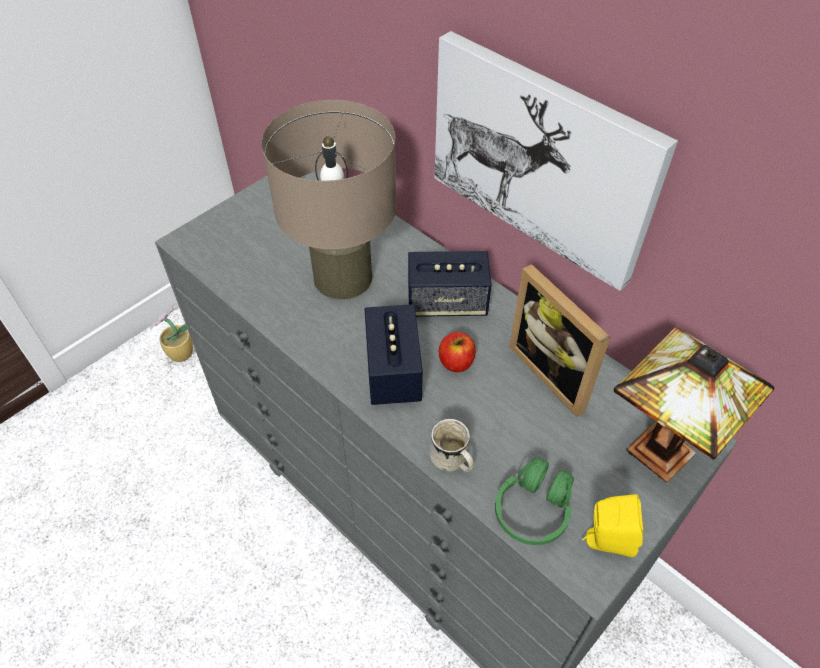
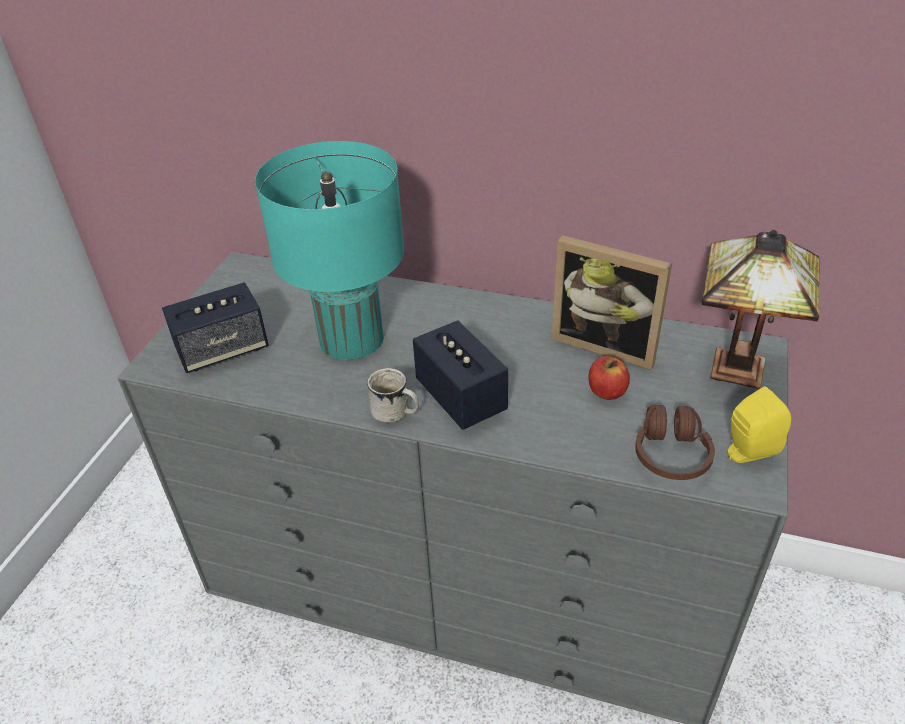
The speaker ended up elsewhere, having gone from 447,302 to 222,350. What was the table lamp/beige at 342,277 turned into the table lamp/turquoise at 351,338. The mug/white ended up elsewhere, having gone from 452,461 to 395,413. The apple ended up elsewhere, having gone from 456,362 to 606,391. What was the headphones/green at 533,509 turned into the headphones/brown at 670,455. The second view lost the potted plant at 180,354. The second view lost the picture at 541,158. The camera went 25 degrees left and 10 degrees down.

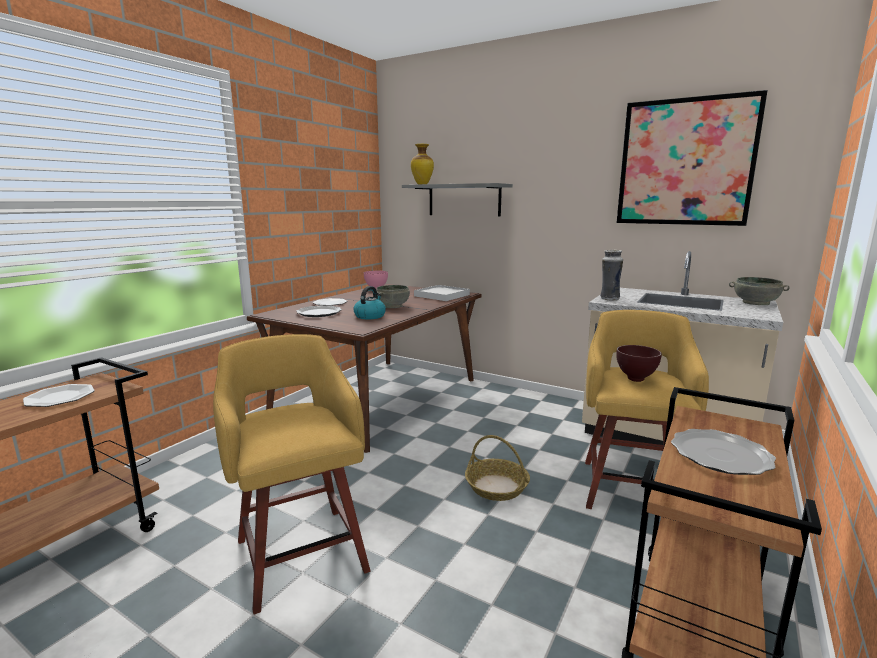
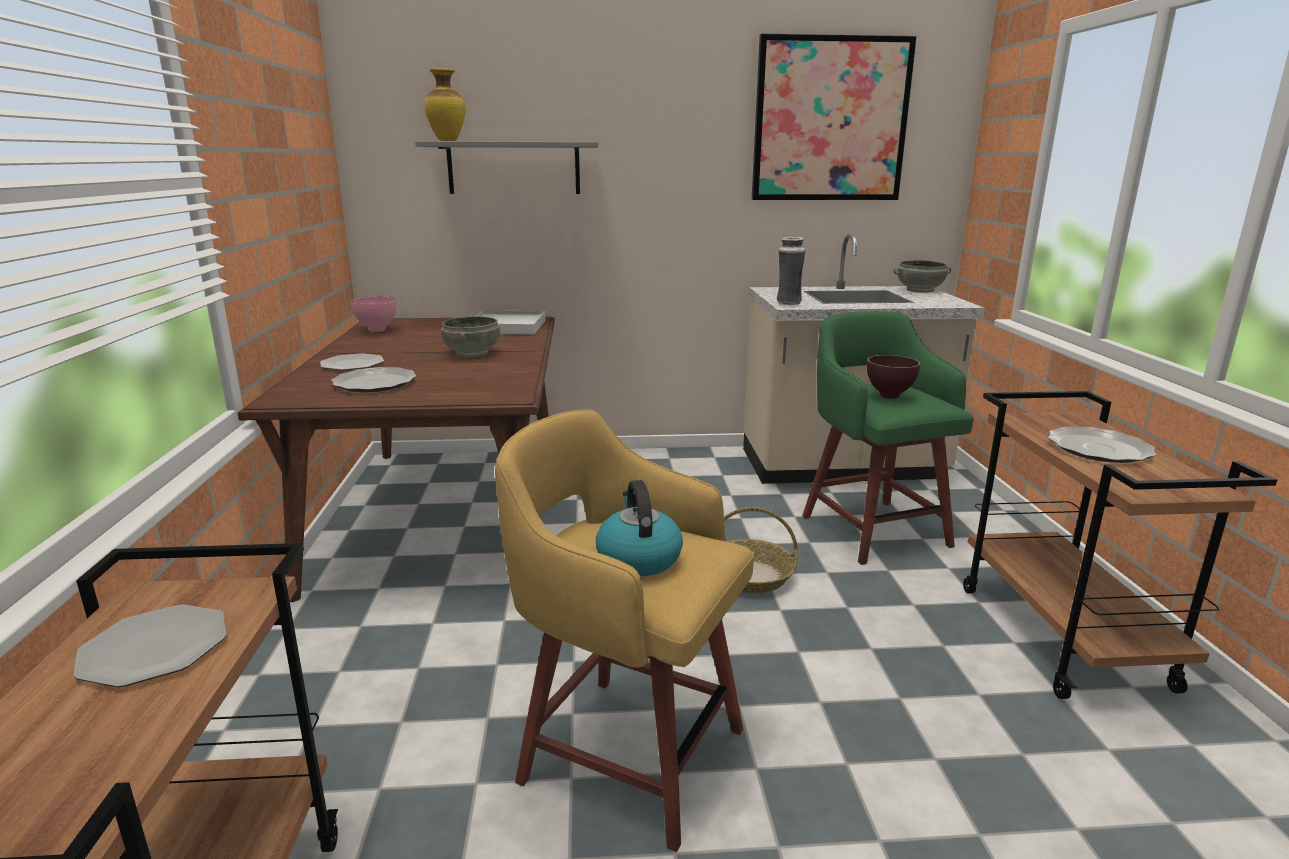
The kettle ended up elsewhere, having gone from 370,316 to 638,558. What was the stool/yellow at 631,487 turned into the stool/green at 872,528. The camera went 35 degrees left and 5 degrees up.

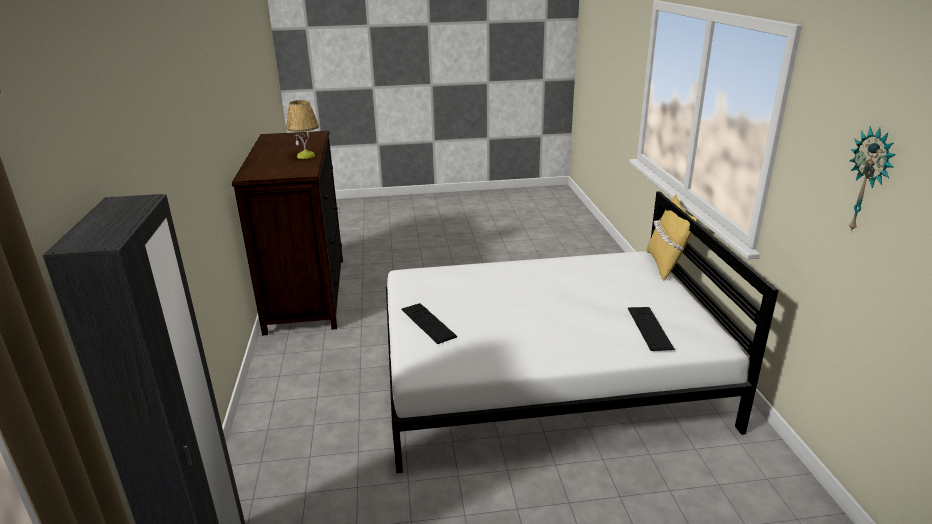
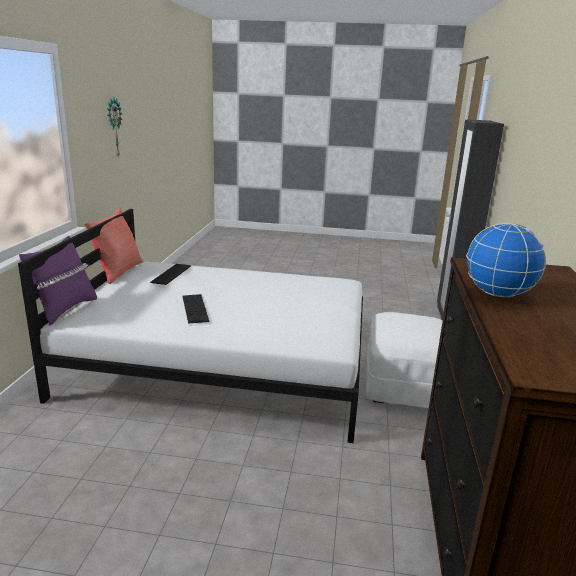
What was the pillow/yellow at 665,265 turned into the pillow/purple at 65,310. The second view gained the pillow/red at 118,271. The keyboard ended up elsewhere, having gone from 428,323 to 195,308. The second view gained the ottoman/white at 404,383. Where the table lamp stood at 306,156, the globe came to stand at 498,294. The camera went 165 degrees left and 5 degrees down.

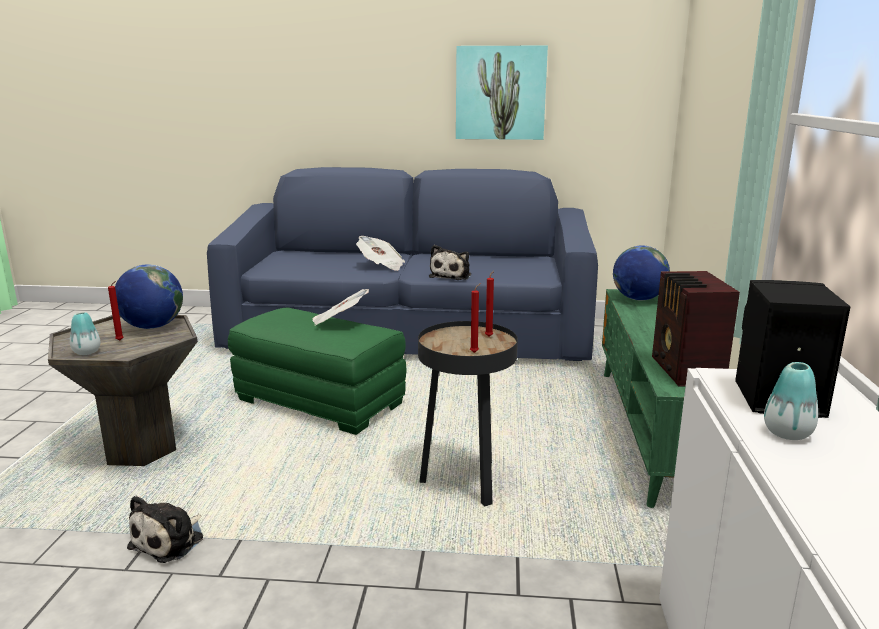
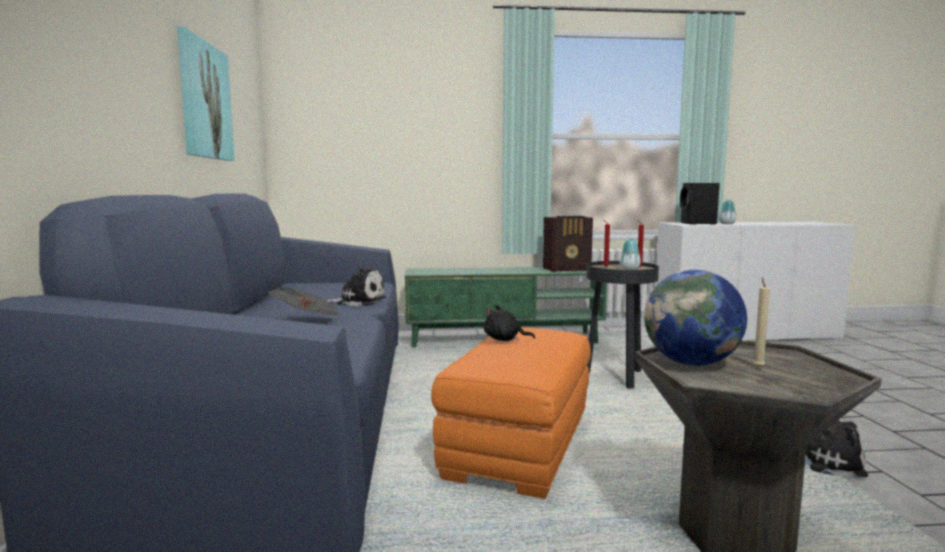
What was the ottoman/green at 321,402 turned into the ottoman/orange at 518,444. Where the newspaper stood at 339,322, the plush toy/black came to stand at 504,340. The vase ended up elsewhere, having gone from 87,352 to 629,269. What was the candle/red at 120,340 turned into the candle/beige at 758,367. The second view lost the globe at 638,299. The camera went 100 degrees left and 10 degrees down.

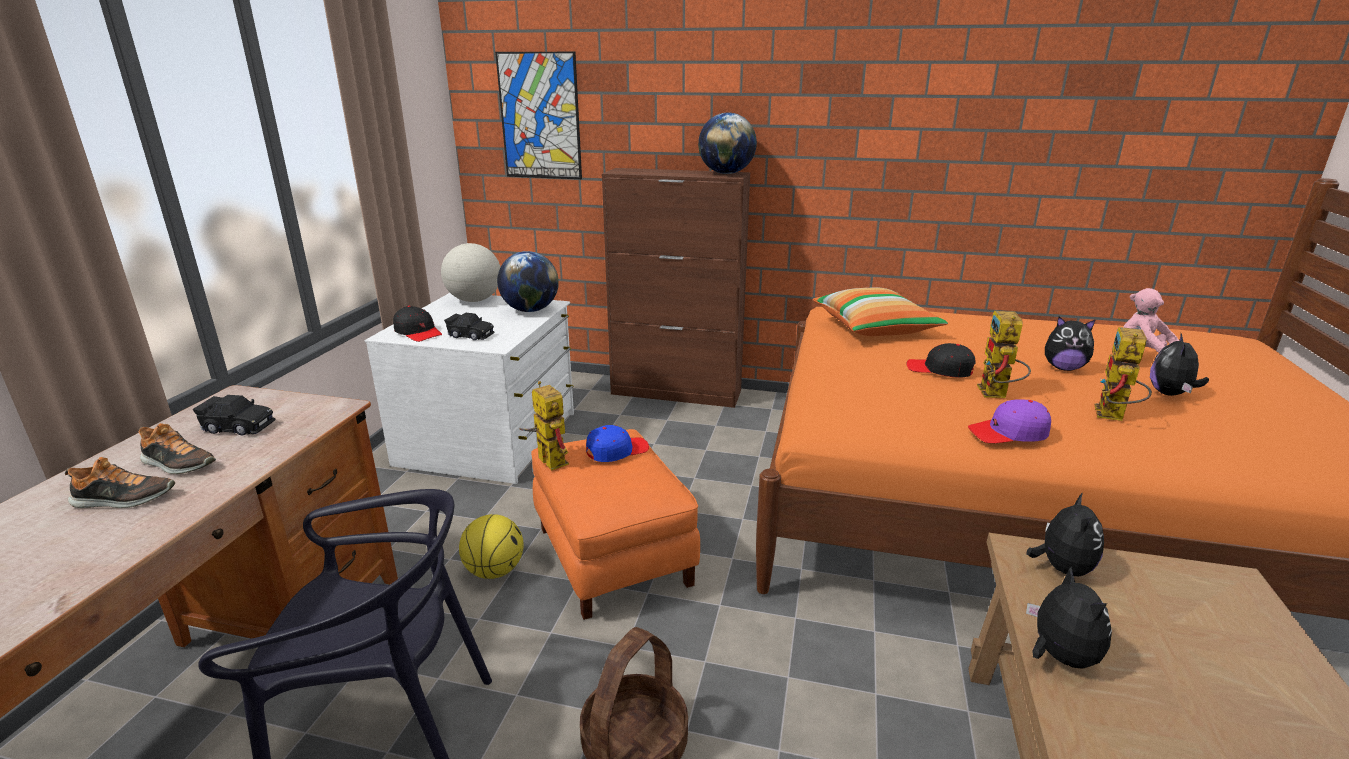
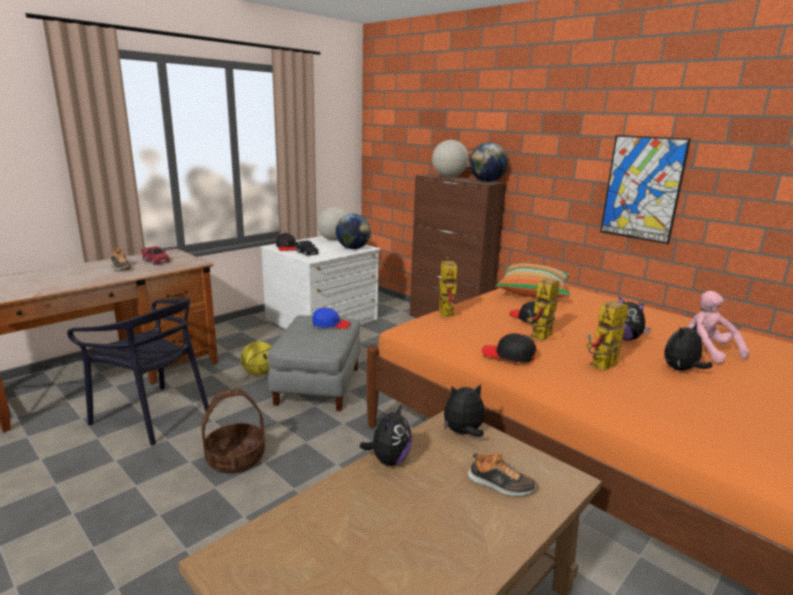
What was the toy car/black at 238,427 turned into the toy car/red at 156,261. What was the ottoman/orange at 612,556 turned into the ottoman/grey at 317,385. The toy robot ended up elsewhere, having gone from 547,459 to 443,311. The second view gained the globe at 449,177. The plush toy at 1061,568 ended up facing another way, 150 degrees counterclockwise from before. The shoe ended up elsewhere, having gone from 123,499 to 500,485. What was the cap/purple at 1008,433 turned into the cap/black at 508,355. The picture ended up elsewhere, having gone from 540,116 to 642,188. The camera went 30 degrees right and 5 degrees down.

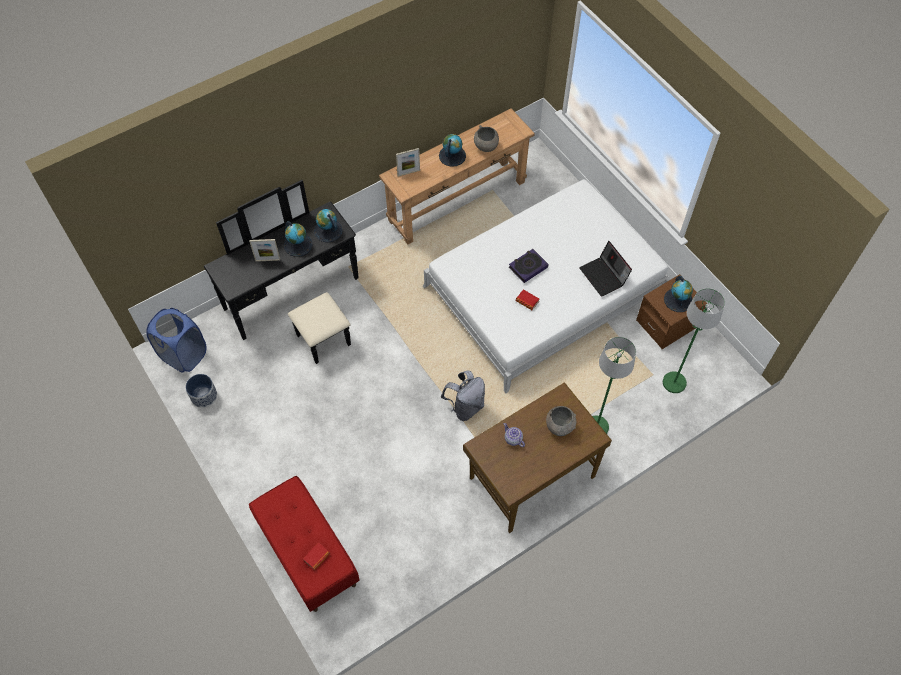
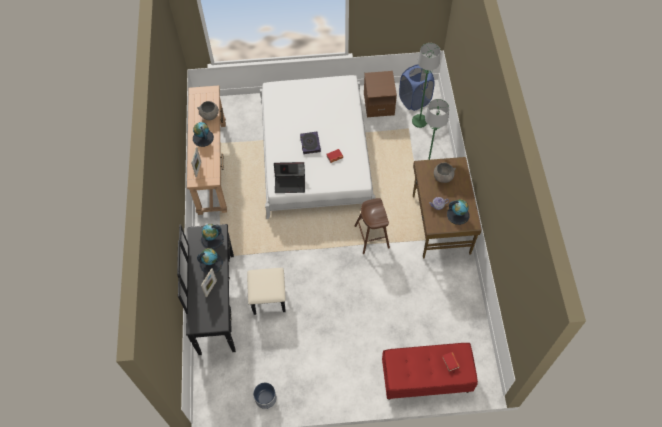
The laptop ended up elsewhere, having gone from 604,276 to 290,182. Where the backpack/grey stood at 465,406, the stool/brown came to stand at 372,237. The laundry basket/blue ended up elsewhere, having gone from 184,355 to 414,100. The globe ended up elsewhere, having gone from 678,300 to 458,214. The camera went 60 degrees left and 0 degrees up.

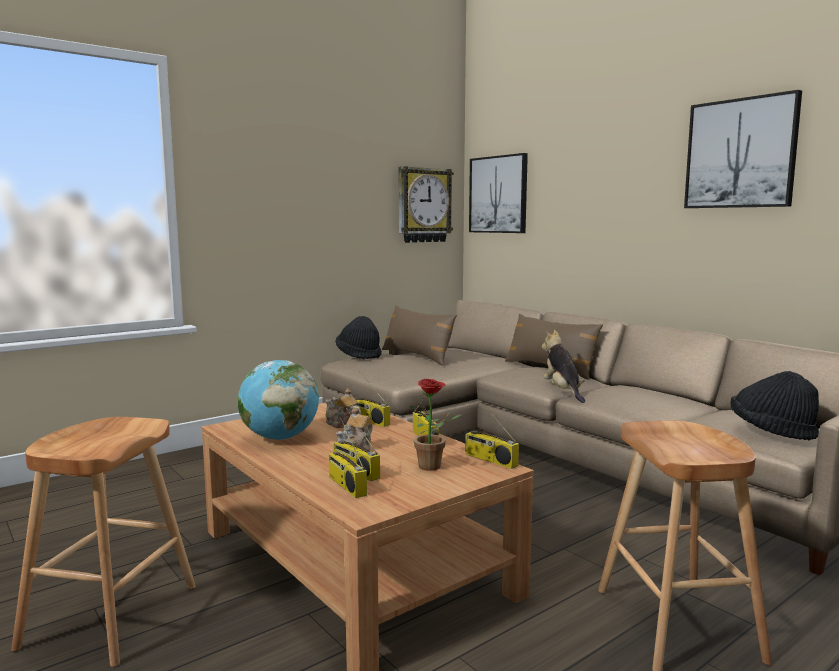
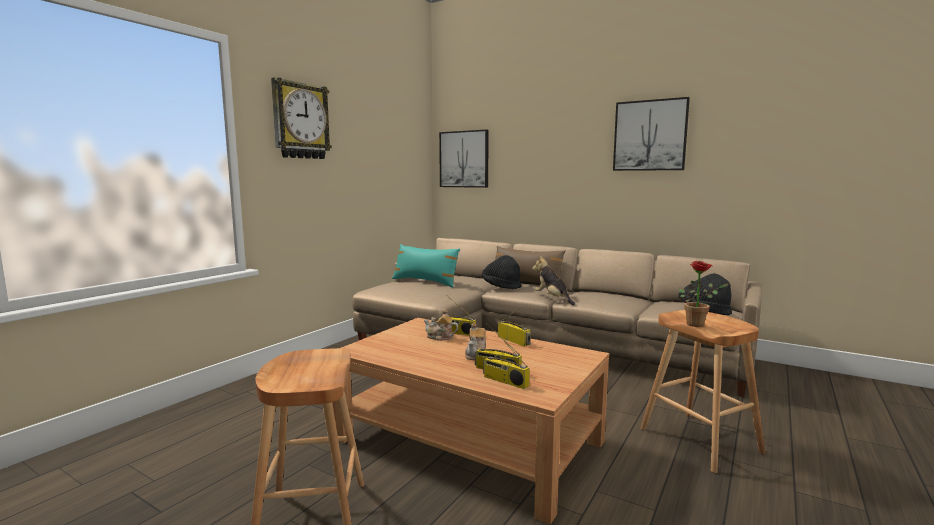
The wall clock ended up elsewhere, having gone from 423,205 to 300,121. What was the pillow/brown at 417,356 turned into the pillow/turquoise at 425,282. The hat/black ended up elsewhere, having gone from 359,355 to 501,286. The potted plant ended up elsewhere, having gone from 434,467 to 698,324. The second view lost the globe at 280,438. The second view lost the radio at 489,460. The camera went 20 degrees left and 0 degrees up.

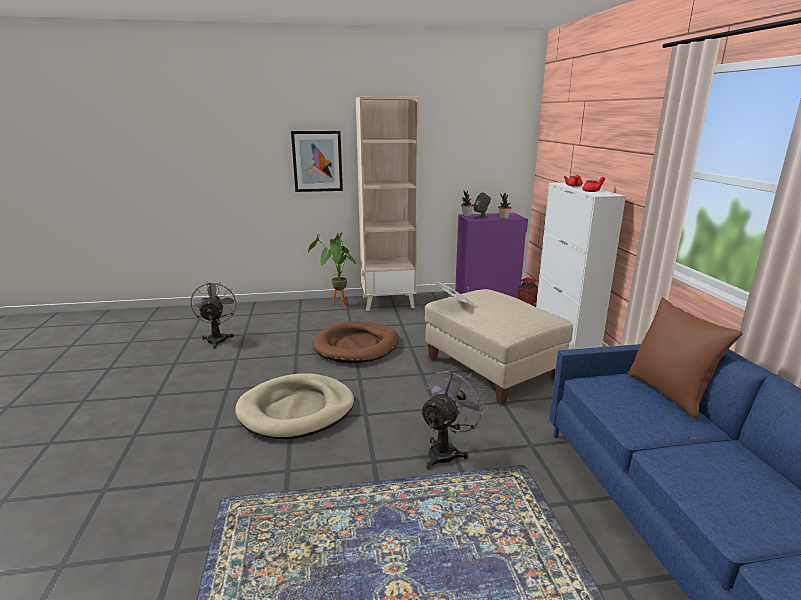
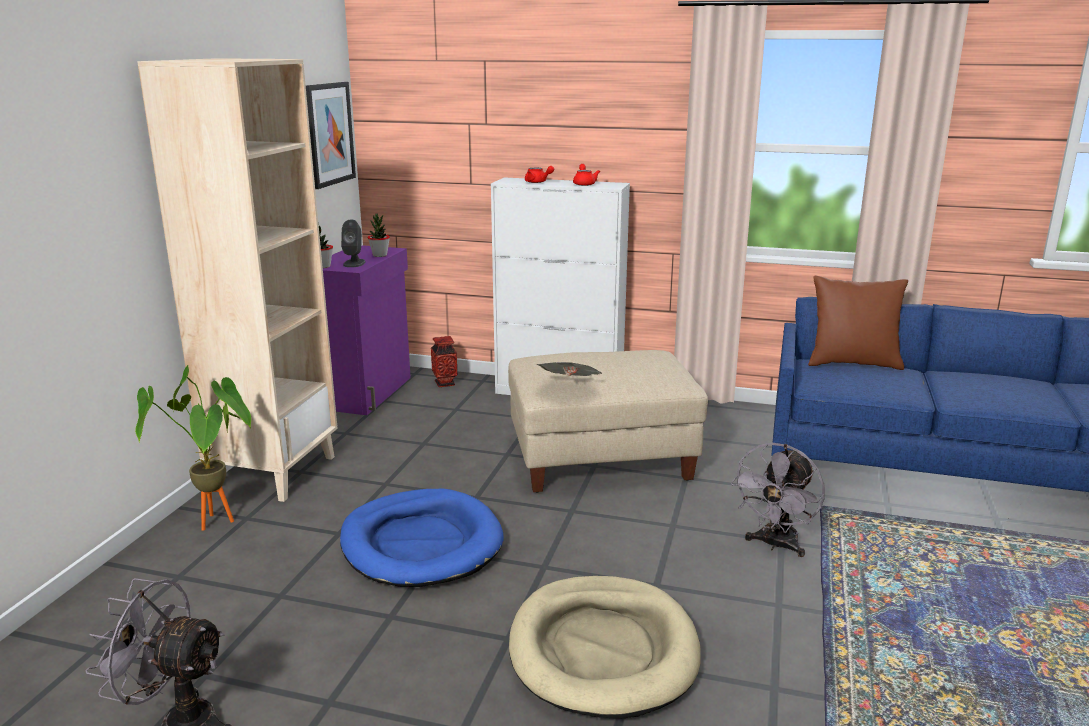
The picture ended up elsewhere, having gone from 317,161 to 329,134. What was the dog bed/brown at 356,345 turned into the dog bed/blue at 421,543. The fan/grey at 446,451 ended up facing another way, 120 degrees counterclockwise from before. The camera went 65 degrees left and 0 degrees up.

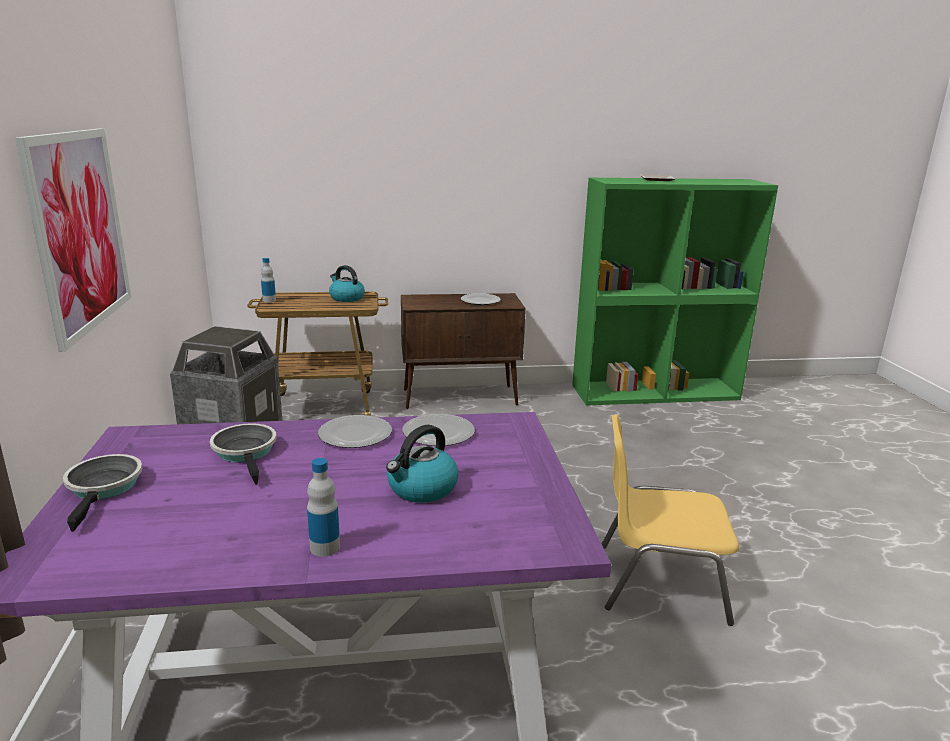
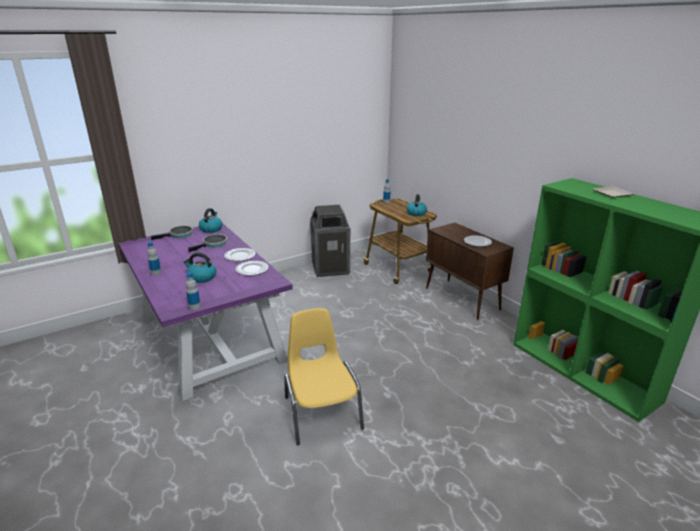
The second view gained the bottle at 194,306. The second view gained the kettle at 211,229. The second view lost the picture at 80,231. The camera went 65 degrees right and 5 degrees up.

